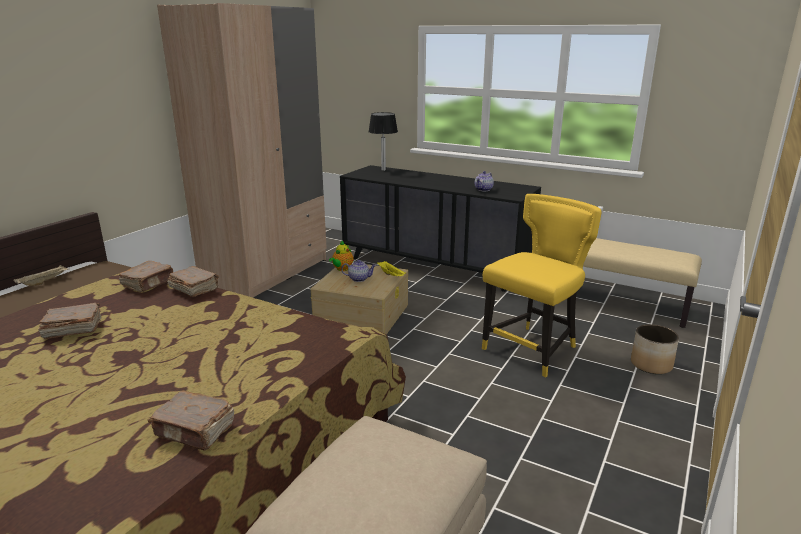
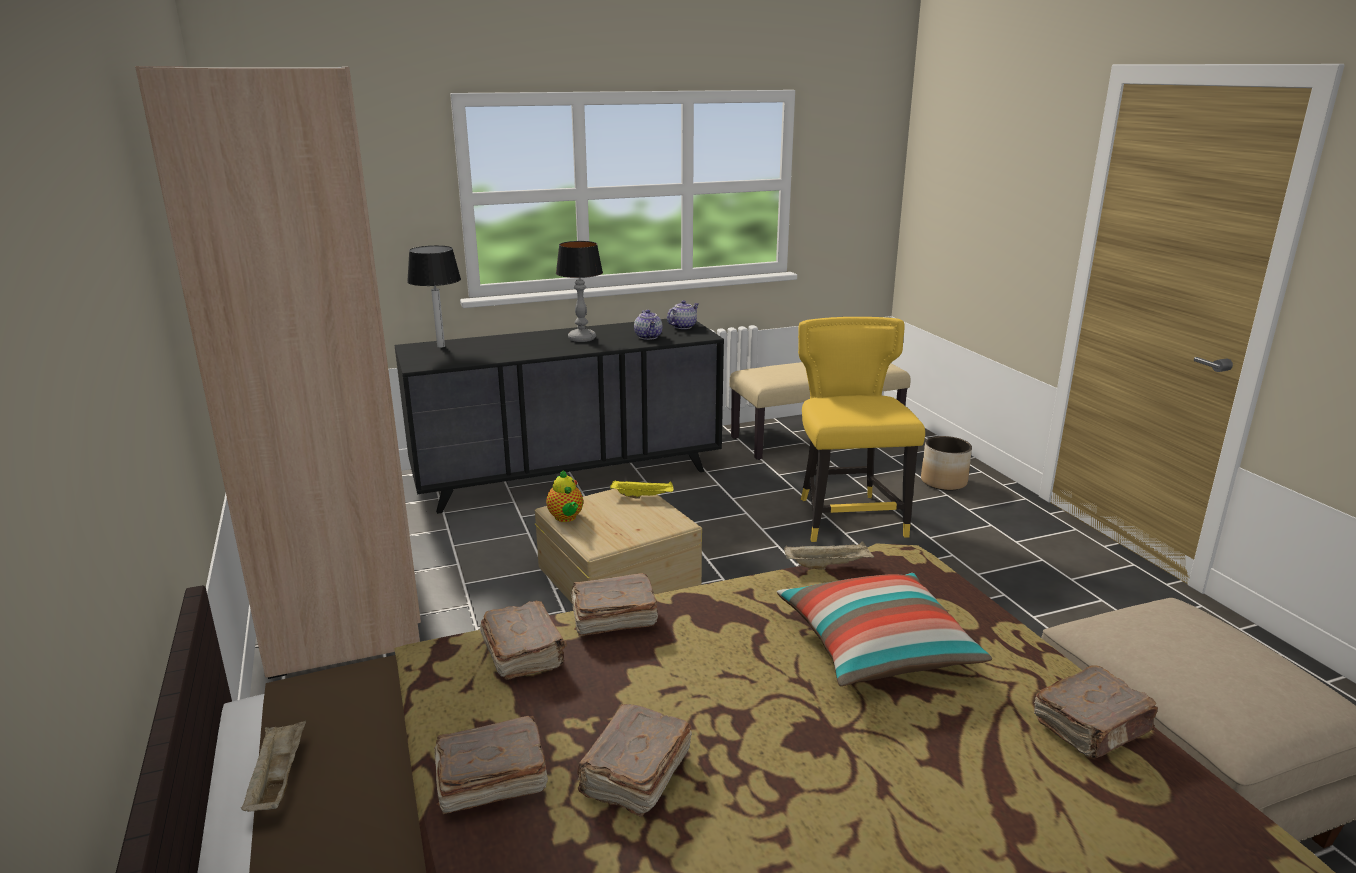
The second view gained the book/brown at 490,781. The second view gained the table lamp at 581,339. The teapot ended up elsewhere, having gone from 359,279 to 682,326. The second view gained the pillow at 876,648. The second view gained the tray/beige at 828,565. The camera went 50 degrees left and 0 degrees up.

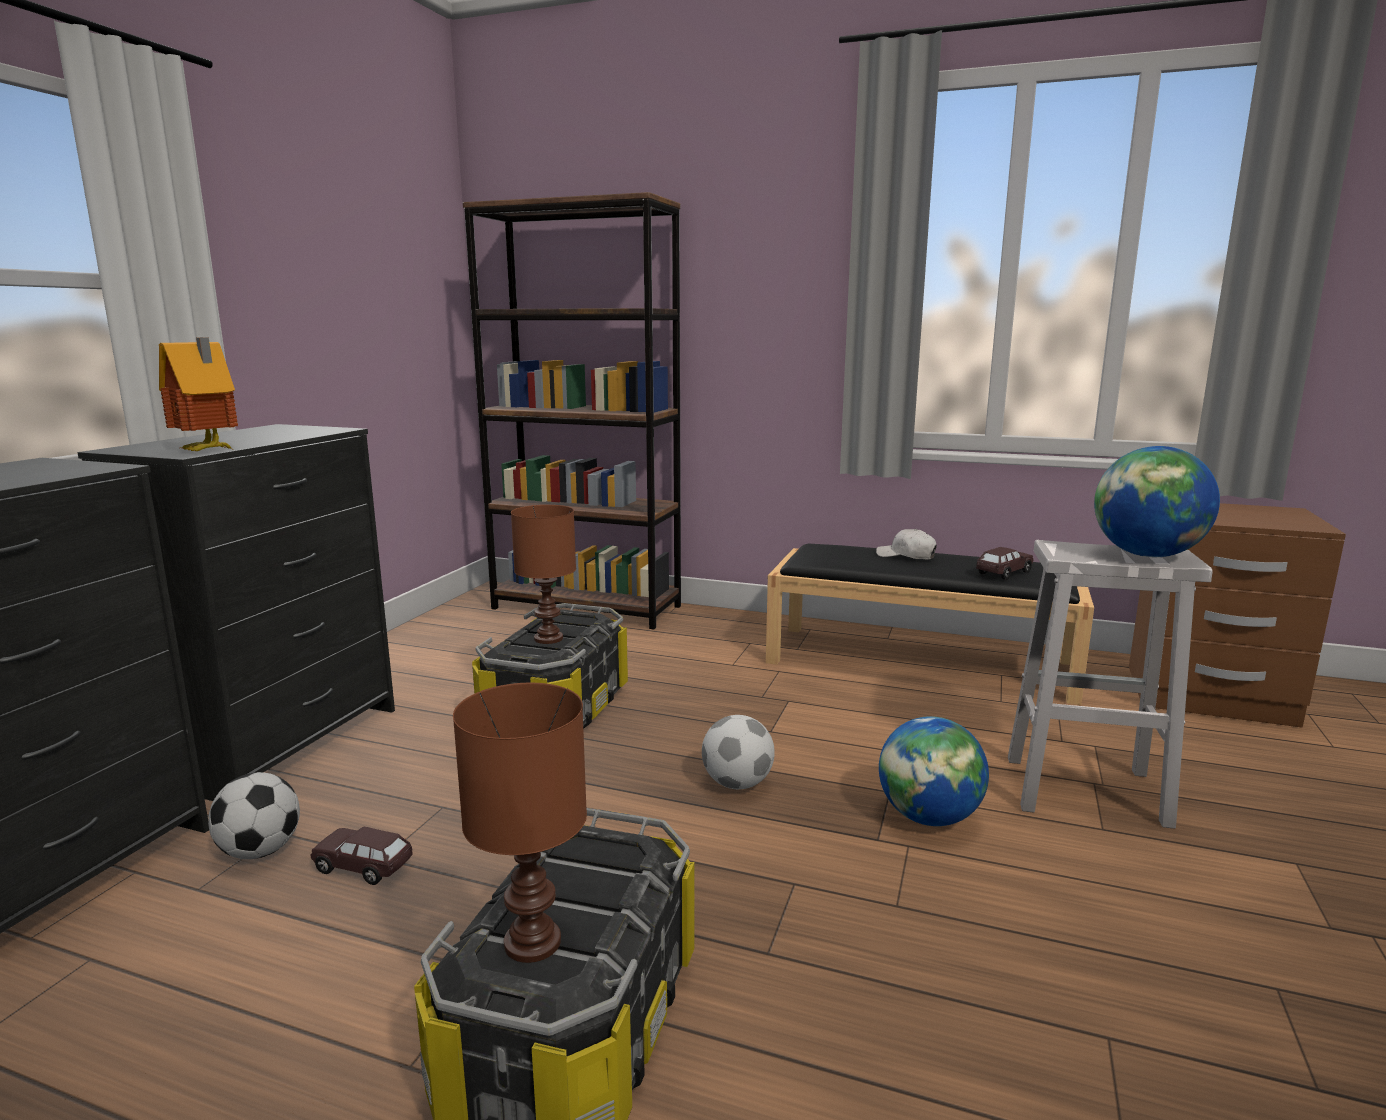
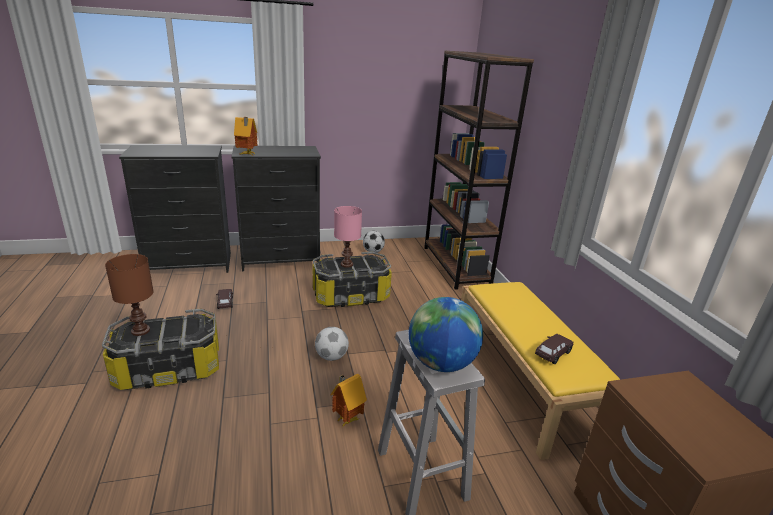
Where the globe stood at 929,817, the toy house came to stand at 346,419. What was the table lamp/brown at 547,638 turned into the table lamp/pink at 346,264. The football ended up elsewhere, having gone from 260,852 to 373,252. What was the bench/black at 921,662 turned into the bench/yellow at 524,380. The toy car/brown at 1003,573 ended up facing another way, 60 degrees counterclockwise from before. The second view lost the cap/white at 906,556. The camera went 55 degrees right and 10 degrees up.

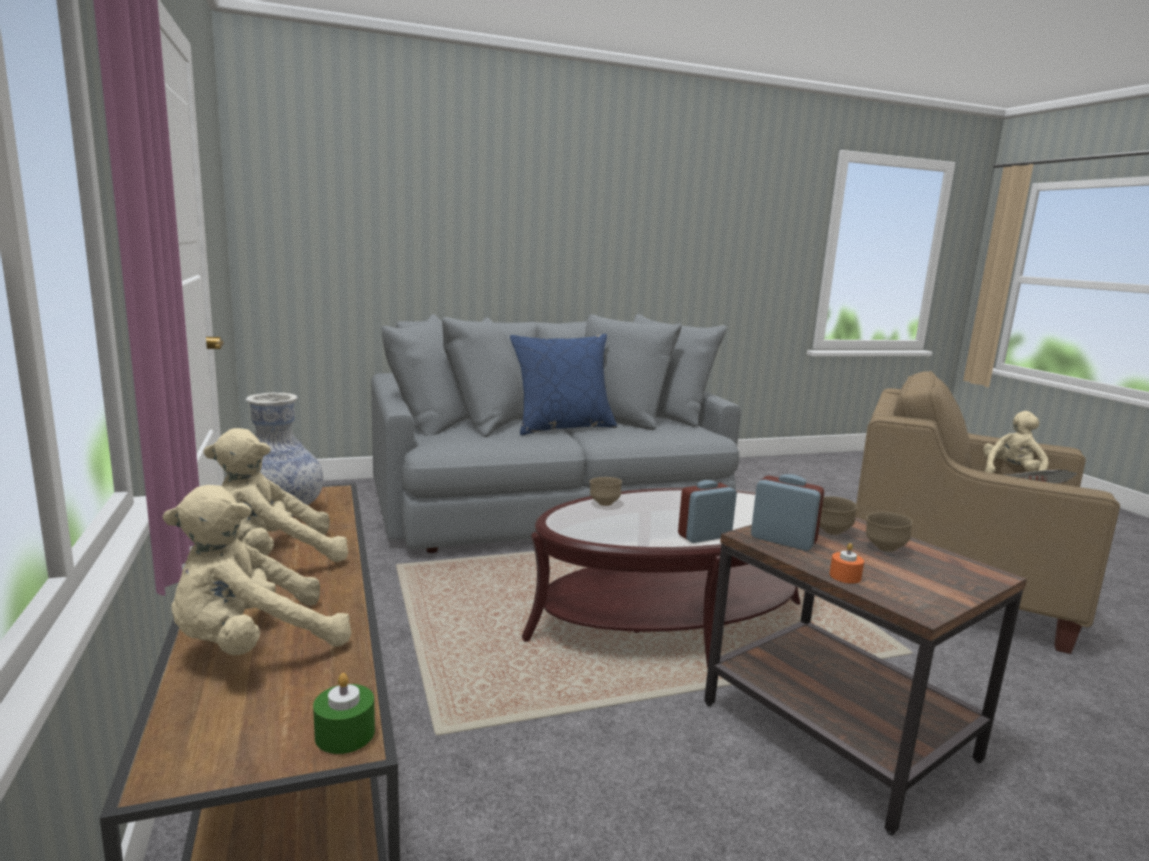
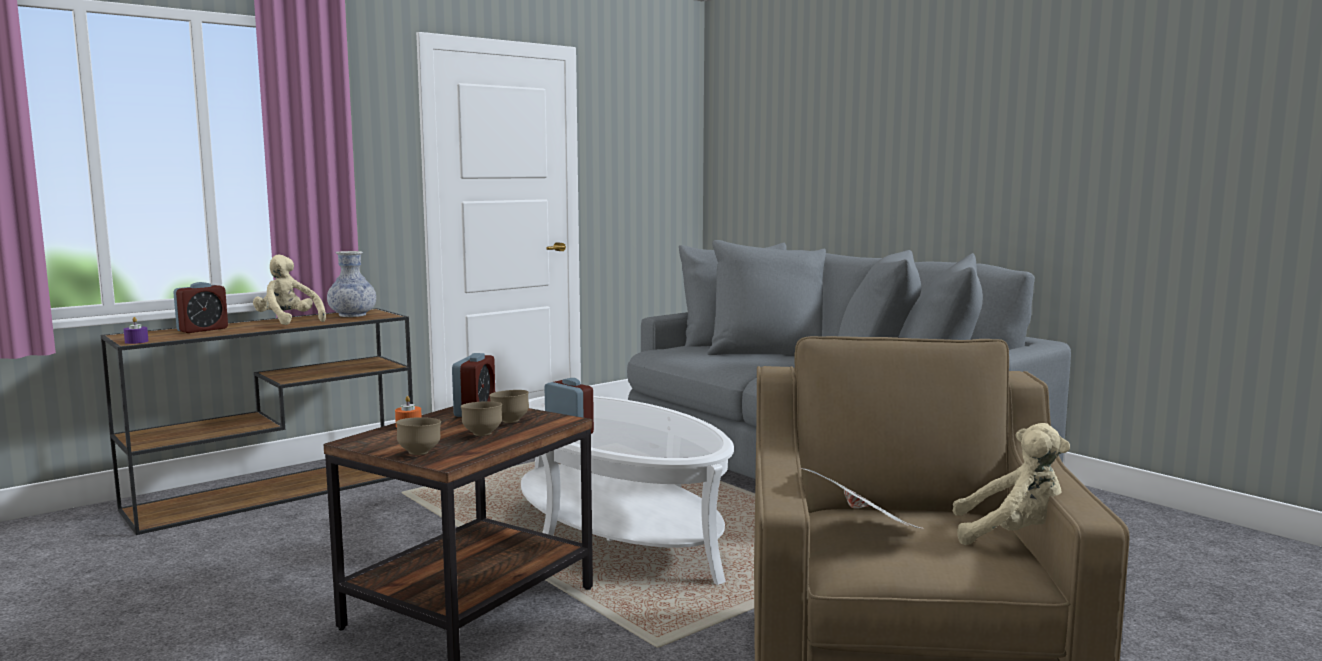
What was the candle/green at 345,734 turned into the candle/purple at 136,341. Where the plush toy/beige stood at 253,646, the alarm clock came to stand at 202,330. The bowl/brown ended up elsewhere, having gone from 604,504 to 420,453. What was the coffee table/brown at 669,620 turned into the coffee table/white at 616,533. The second view lost the pillow/blue at 562,427. The camera went 70 degrees right and 5 degrees down.

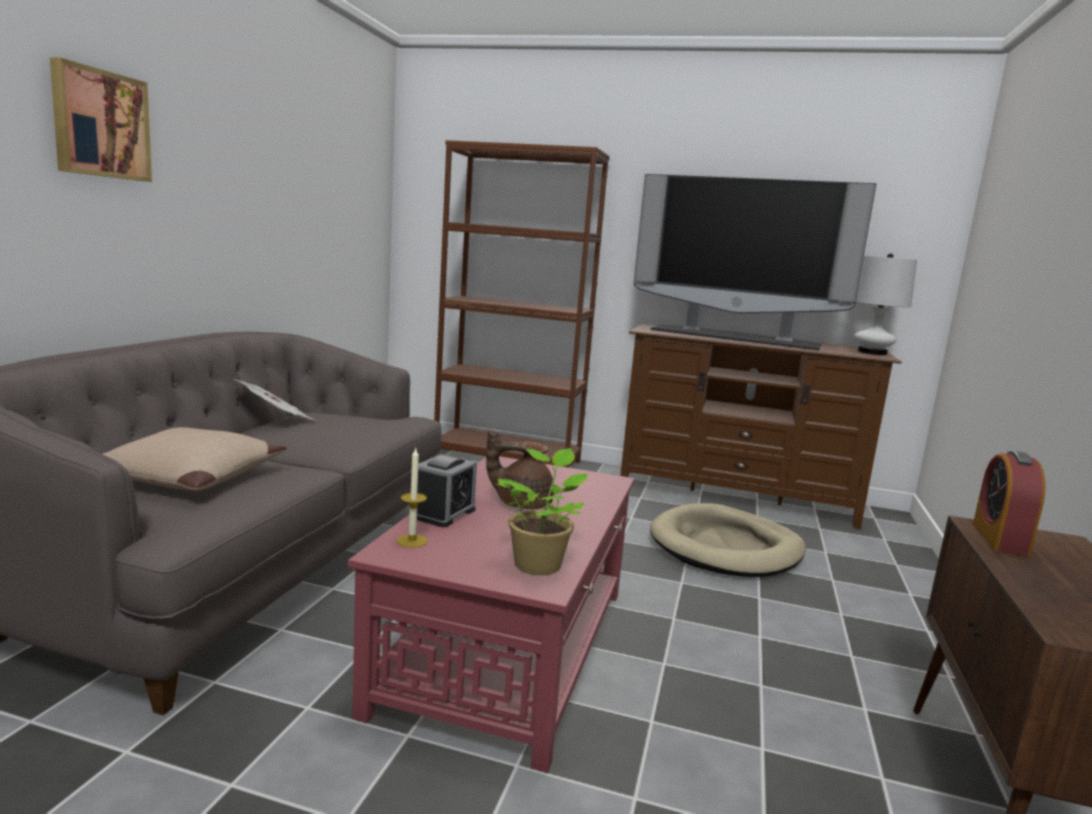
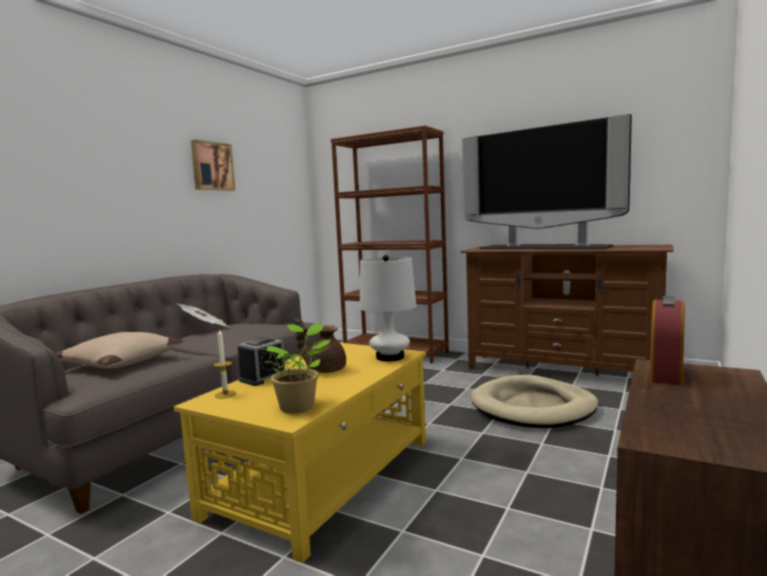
What was the coffee table/red at 509,646 turned into the coffee table/yellow at 325,476. The picture ended up elsewhere, having gone from 99,124 to 212,166. The table lamp/white ended up elsewhere, having gone from 872,352 to 390,357. The camera went 15 degrees right and 5 degrees down.

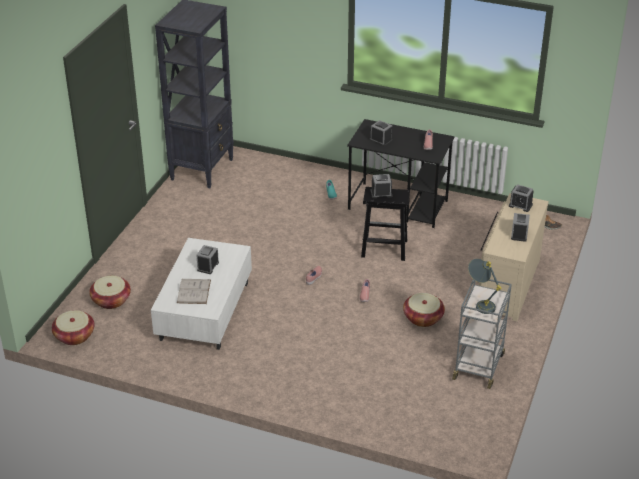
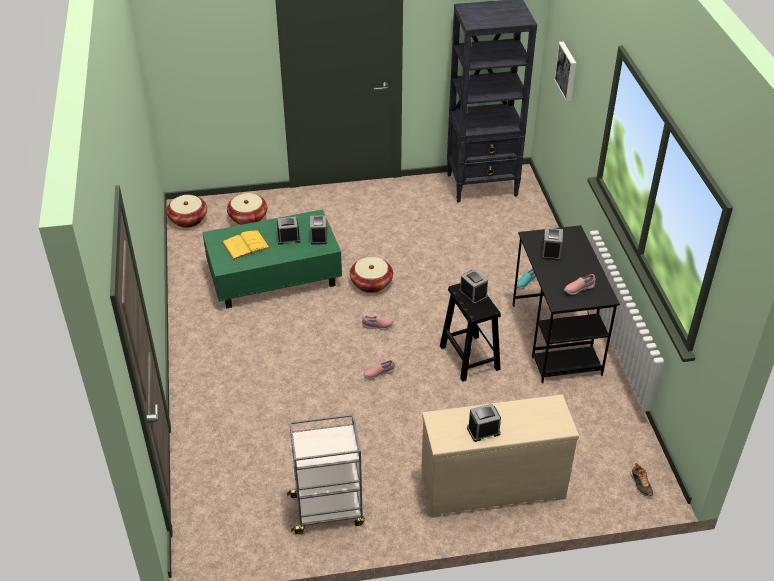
What was the coffee table/white at 204,311 turned into the coffee table/green at 273,276. What was the book/white at 194,291 turned into the book/yellow at 246,245. The alarm clock ended up elsewhere, having gone from 520,205 to 319,237. The basket ended up elsewhere, having gone from 423,318 to 371,283. The second view gained the picture at 567,71. The second view lost the table lamp/grey at 480,304. The camera went 60 degrees right and 5 degrees up.

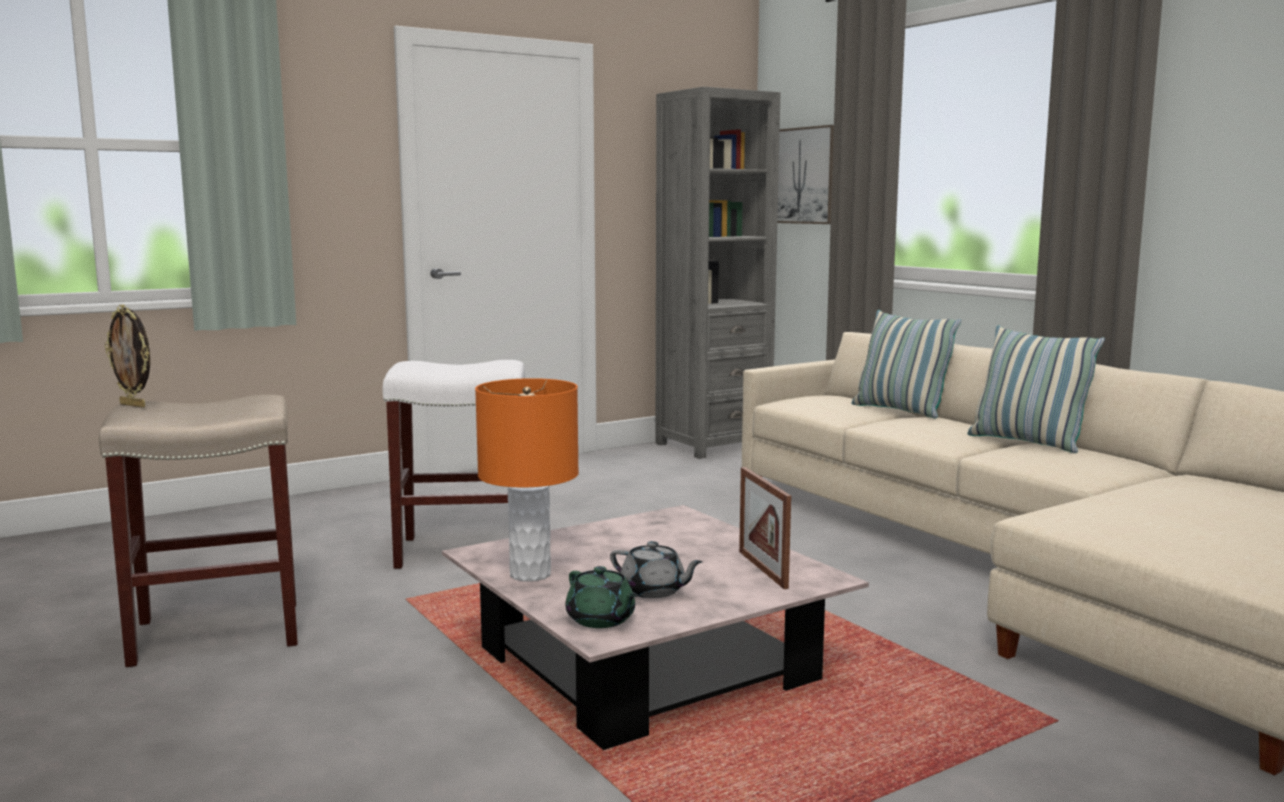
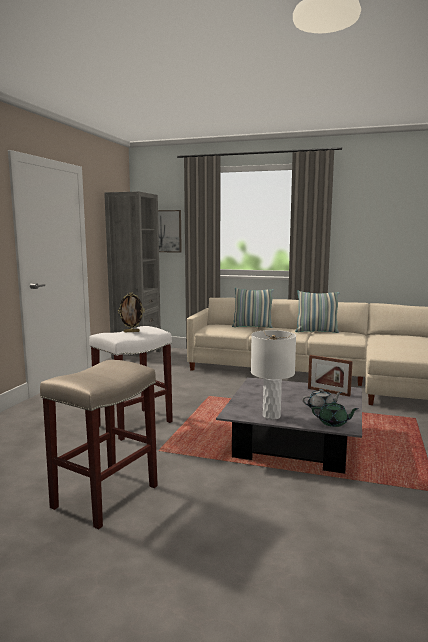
The picture frame ended up elsewhere, having gone from 134,405 to 131,331. What was the coffee table/pink at 648,664 turned into the coffee table/grey at 294,442. What was the table lamp/orange at 530,574 turned into the table lamp/white at 271,416. The camera went 40 degrees left and 0 degrees up.

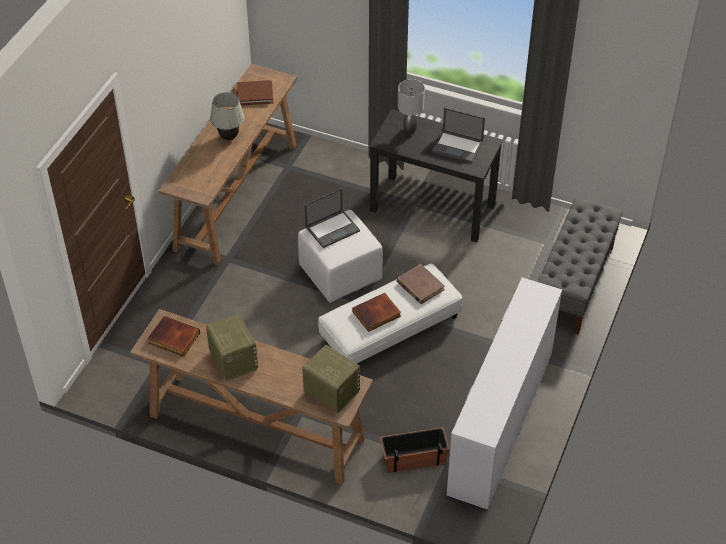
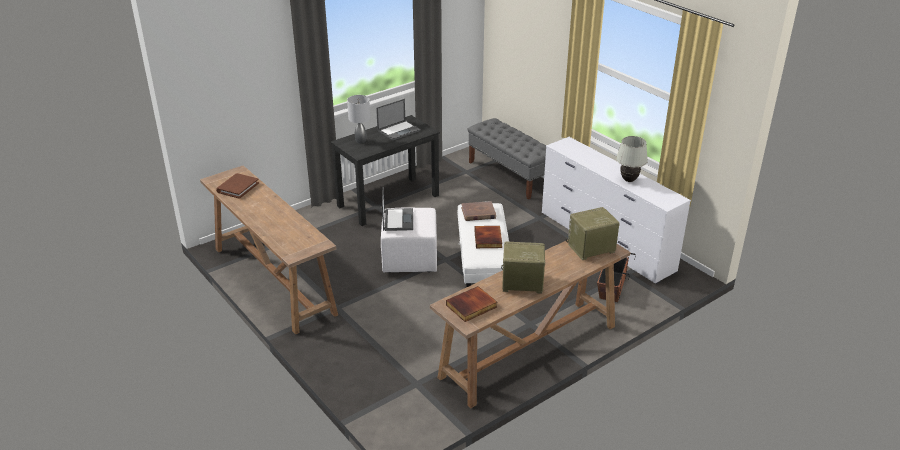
The table lamp/white ended up elsewhere, having gone from 229,137 to 628,180. The camera went 60 degrees left and 15 degrees down.

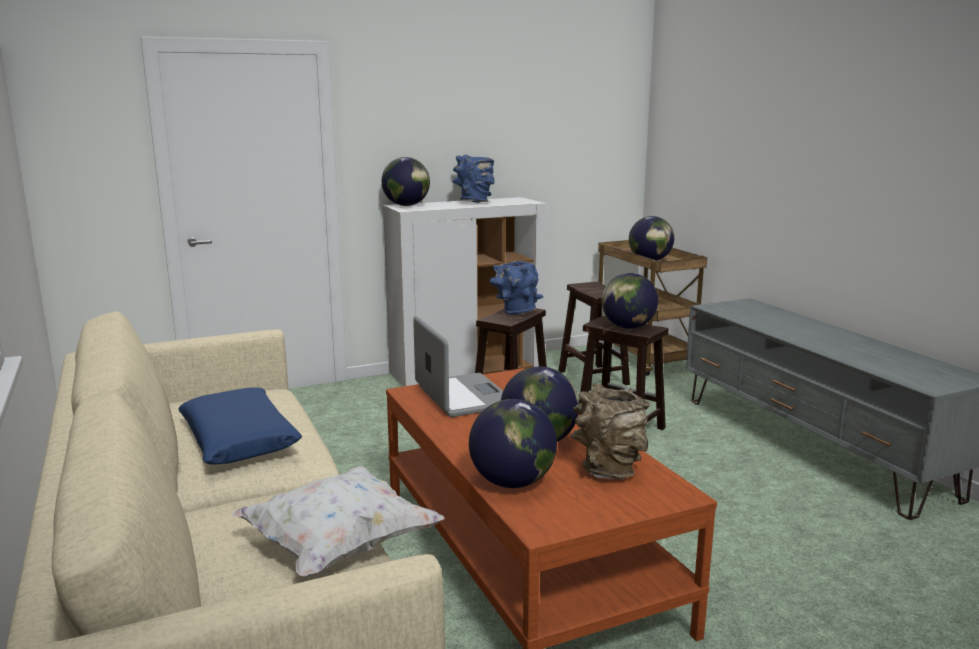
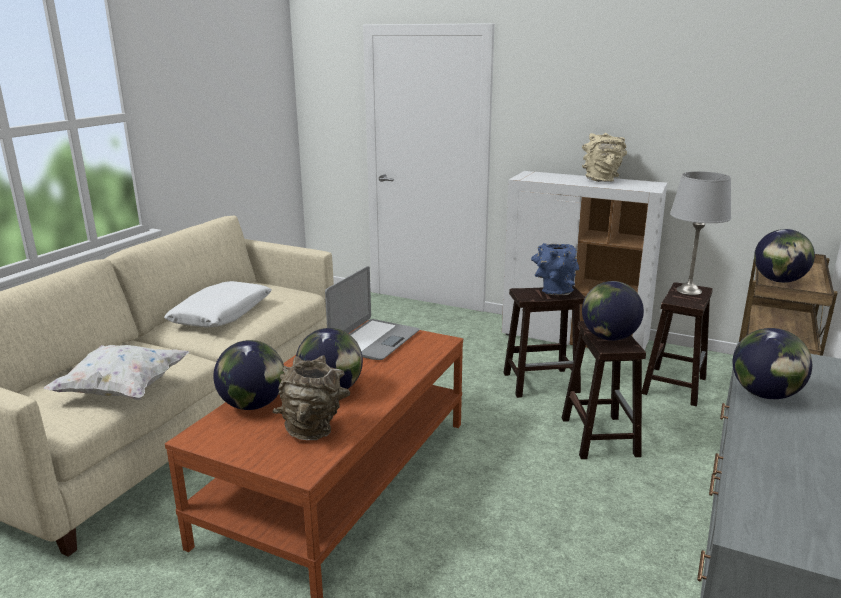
What was the pillow/blue at 239,439 turned into the pillow/white at 222,314. What was the vase/blue at 474,202 turned into the vase/beige at 602,180. The second view gained the table lamp/grey at 688,290. The globe ended up elsewhere, having gone from 406,205 to 765,394. The camera went 50 degrees right and 5 degrees up.

